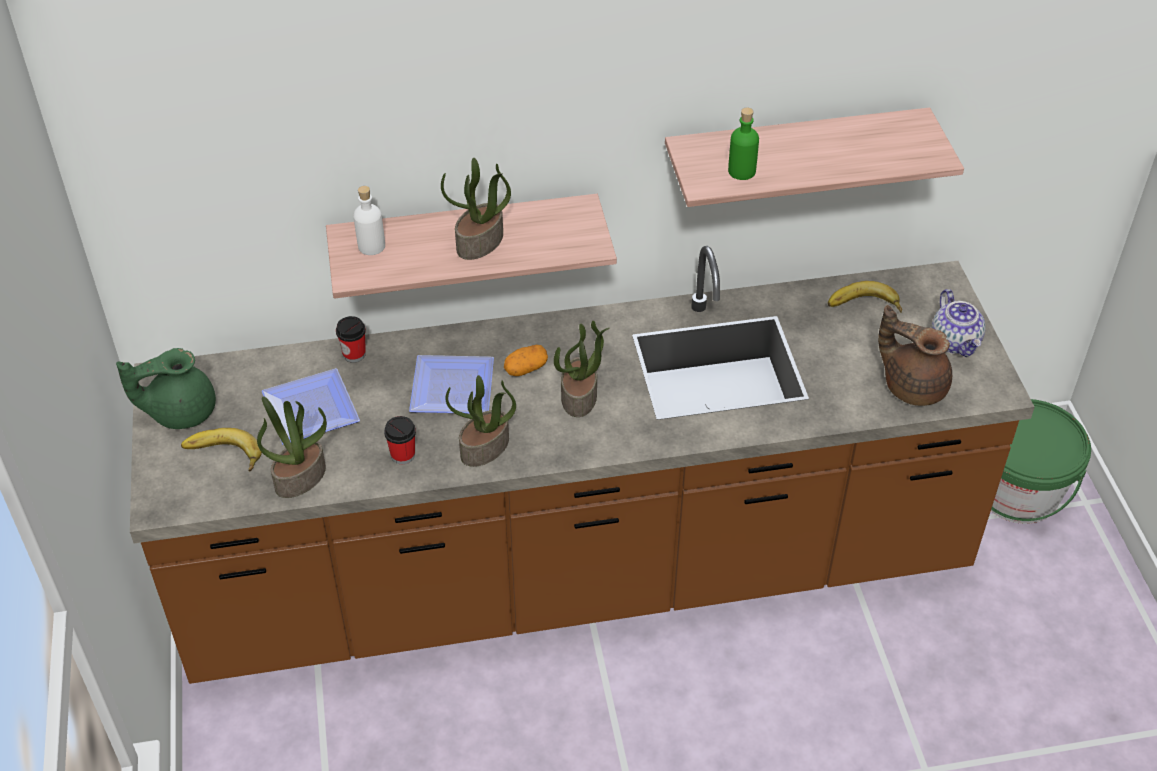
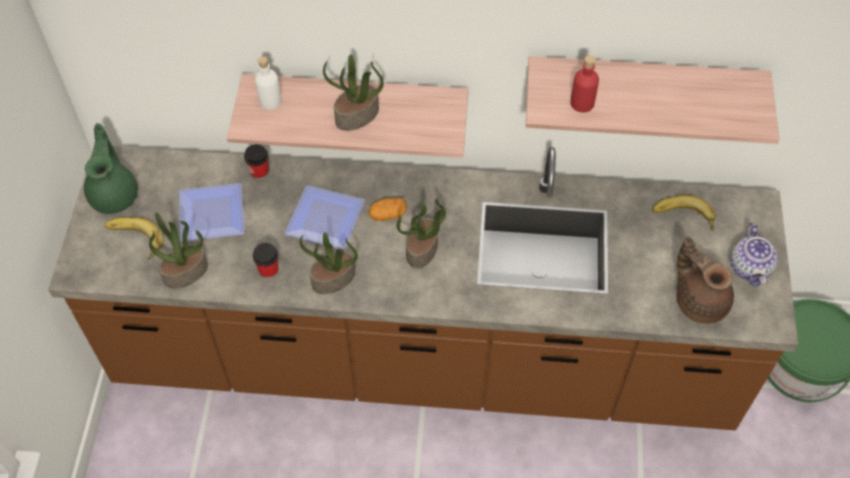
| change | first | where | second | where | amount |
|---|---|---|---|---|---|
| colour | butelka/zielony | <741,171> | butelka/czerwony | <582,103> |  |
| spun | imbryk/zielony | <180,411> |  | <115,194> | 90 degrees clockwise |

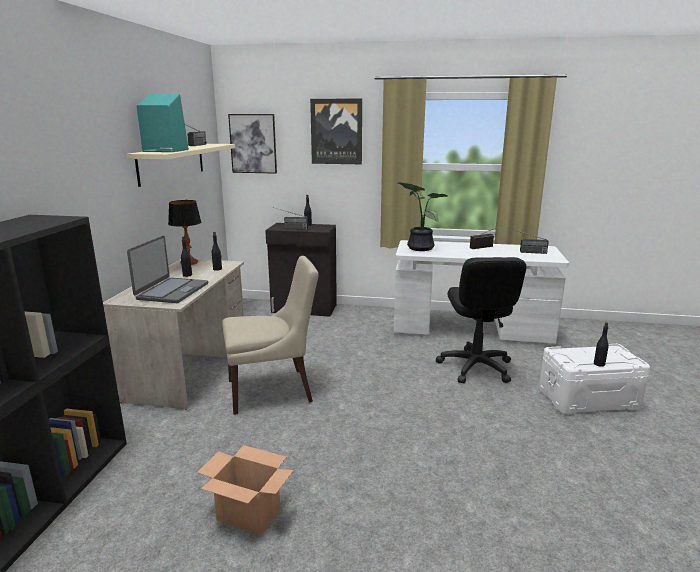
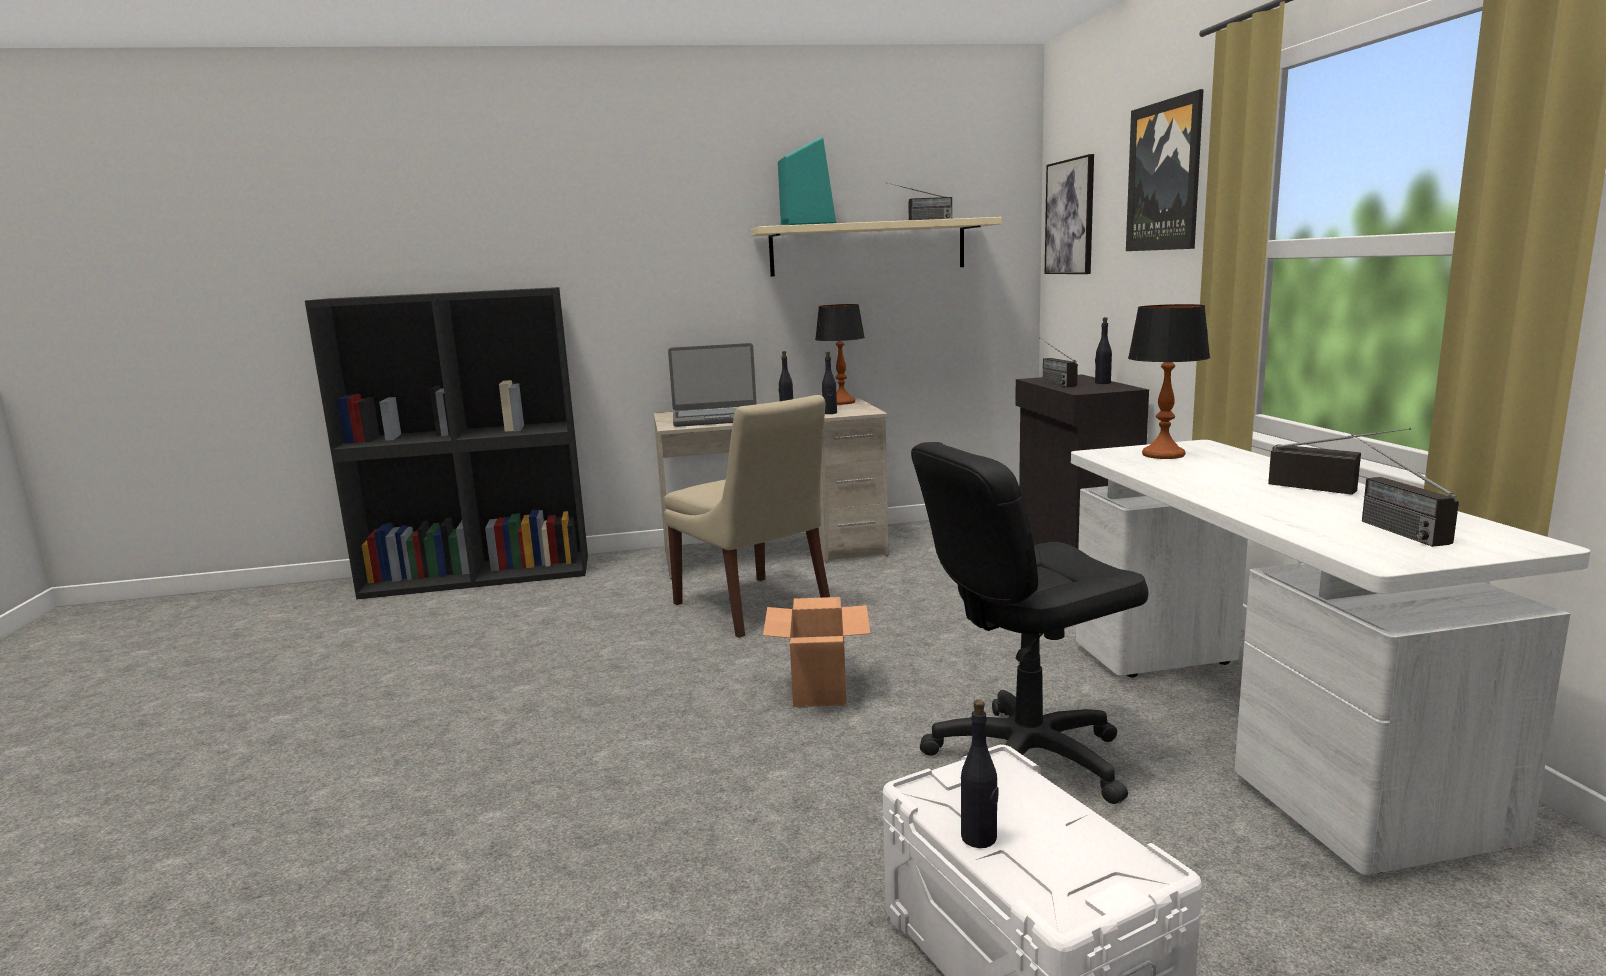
| change | first | where | second | where | amount |
|---|---|---|---|---|---|
| exchanged | roślina doniczkowa | <418,248> | lampa stołowa | <1163,454> |  |
| relocated | karton | <248,515> |  | <819,688> |  |

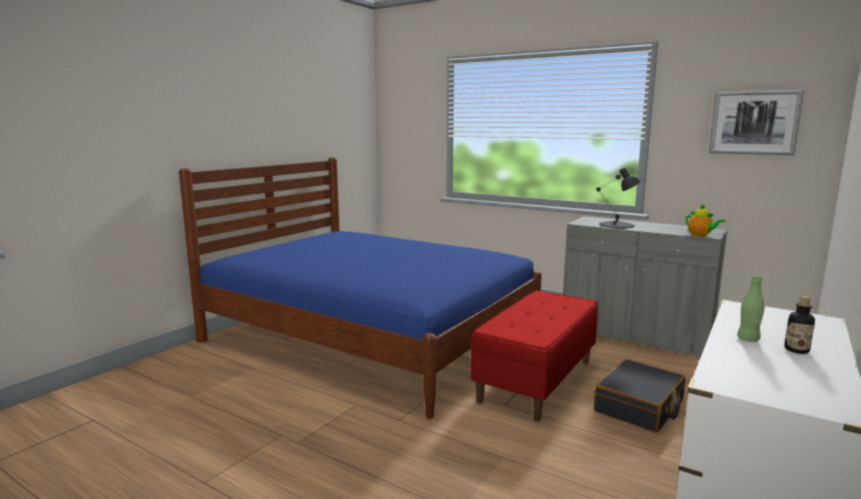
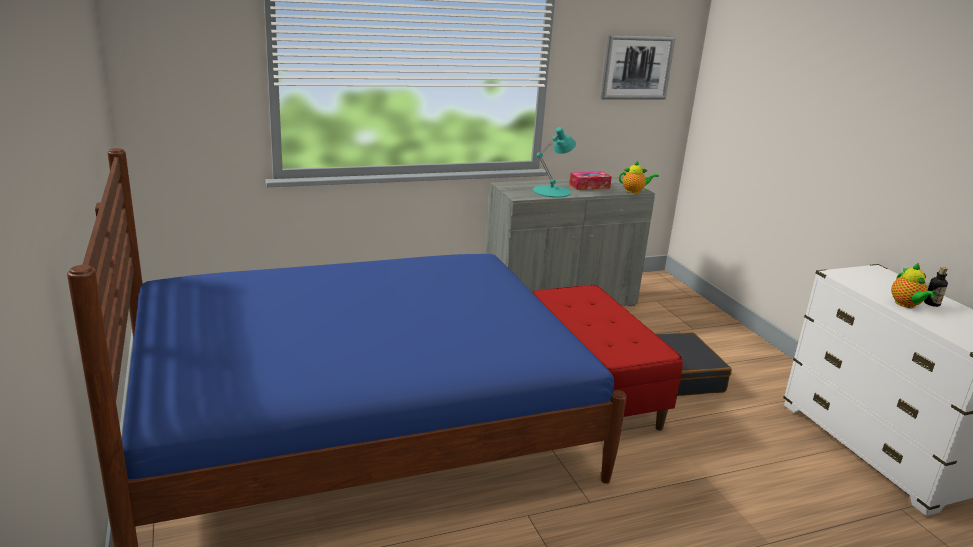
| change | first | where | second | where | amount |
|---|---|---|---|---|---|
| colour | lampa stołowa/czarny | <617,225> | lampa stołowa/turkusowy | <552,191> |  |
| exchanged | butelka/zielony | <748,339> | imbryk | <906,305> |  |
| appeared |  |  | pudełko chusteczek | <589,186> |  |

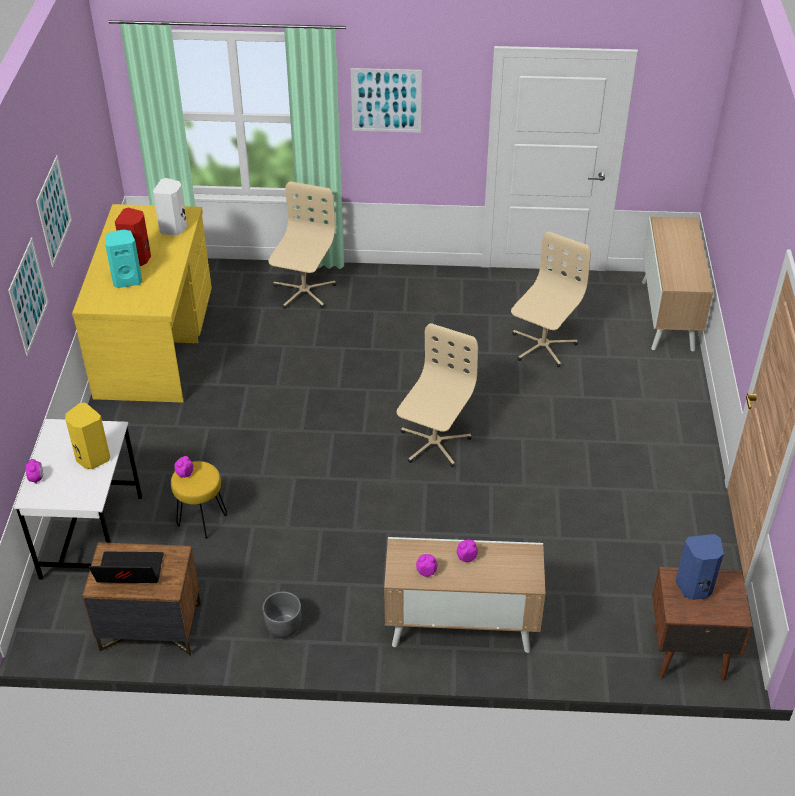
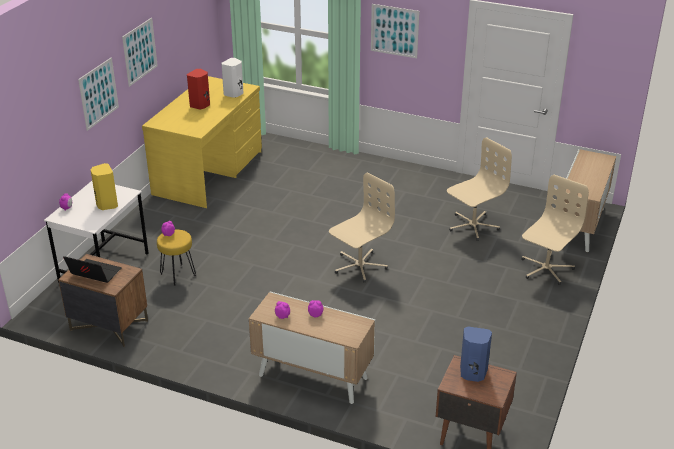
| change | first | where | second | where | amount |
|---|---|---|---|---|---|
| relocated | krzesło biurowe/beżowy | <303,292> |  | <545,269> |  |
| missing | głośnik/turkusowy | <127,280> |  |  |  |
| missing | donica/szary | <283,626> |  |  |  |

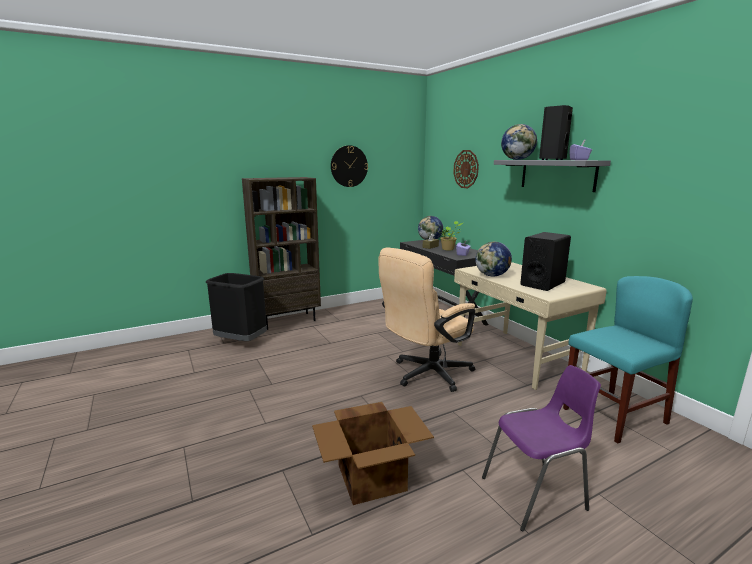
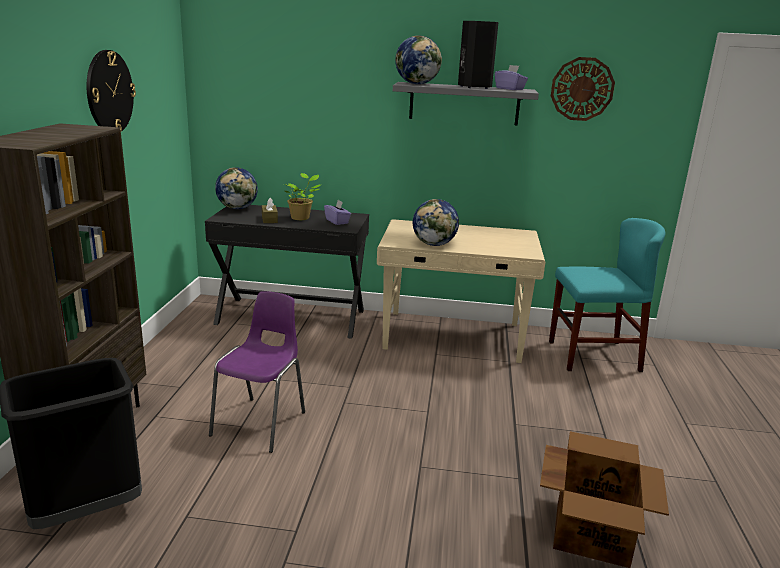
| change | first | where | second | where | amount |
|---|---|---|---|---|---|
| relocated | zegar ścienny | <466,169> |  | <582,89> |  |
| missing | głośnik/czarny | <542,284> |  |  |  |
| missing | krzesło biurowe/beżowy | <426,375> |  |  |  |
| spun | krzesło/turkusowy | <614,415> |  | <593,356> | 75 degrees clockwise |
| relocated | krzesło/fioletowy | <536,494> |  | <261,423> |  |

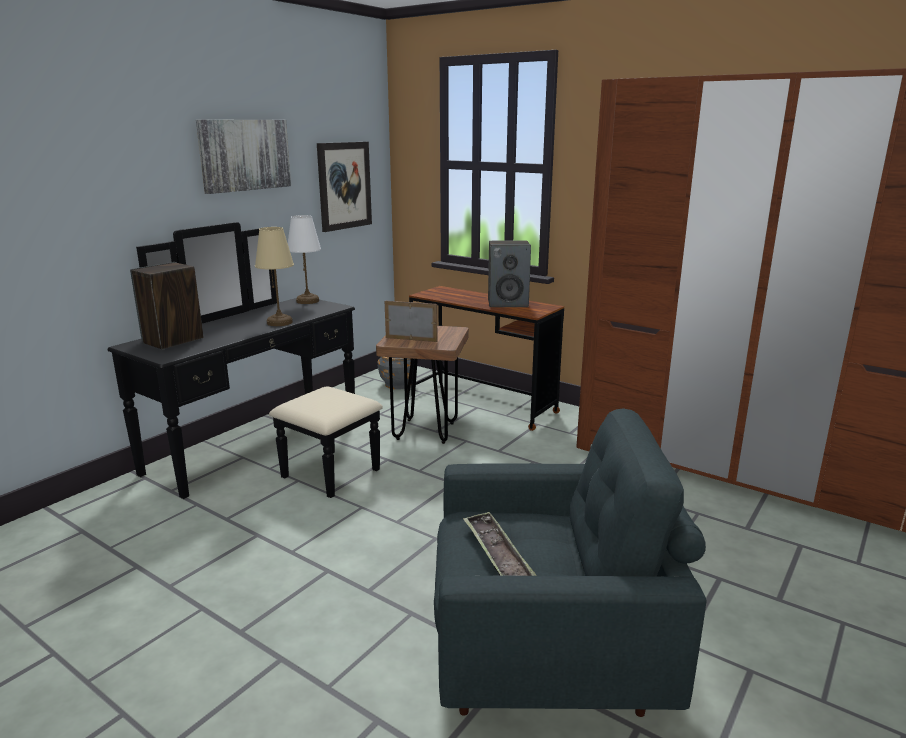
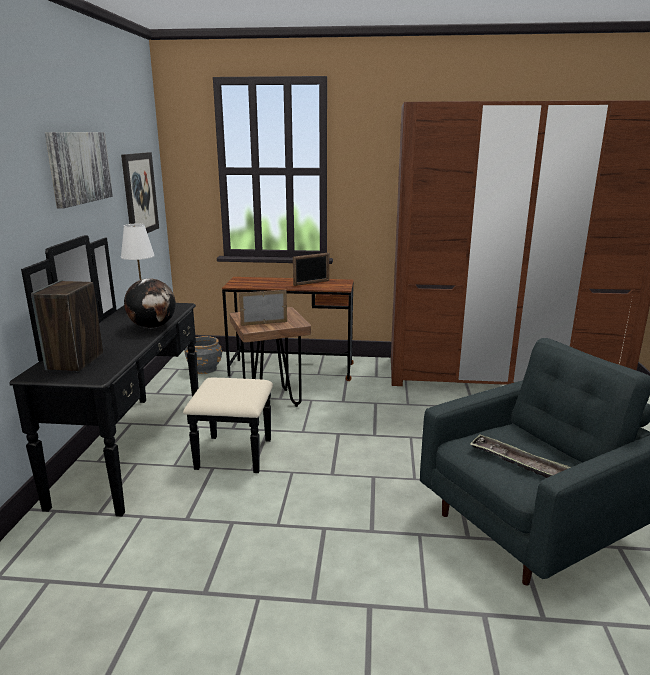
| change | first | where | second | where | amount |
|---|---|---|---|---|---|
| exchanged | lampa stołowa/beżowy | <280,322> | globus | <153,327> |  |
| exchanged | głośnik | <508,303> | ramka na zdjęcie | <311,283> |  |

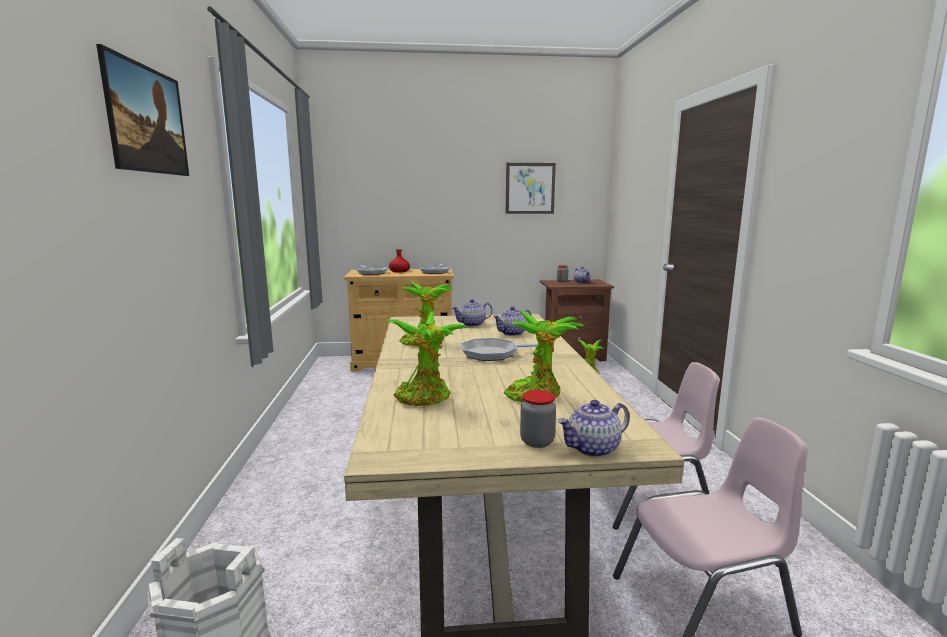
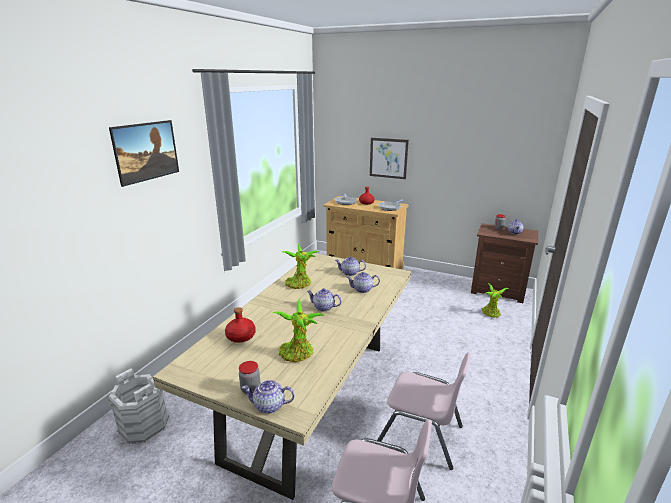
| change | first | where | second | where | amount |
|---|---|---|---|---|---|
| relocated | obraz | <530,188> |  | <388,158> |  |
| exchanged | roślina doniczkowa | <425,399> | butelka/czerwony | <241,336> |  |
| exchanged | patelnia | <493,354> | imbryk | <323,307> |  |

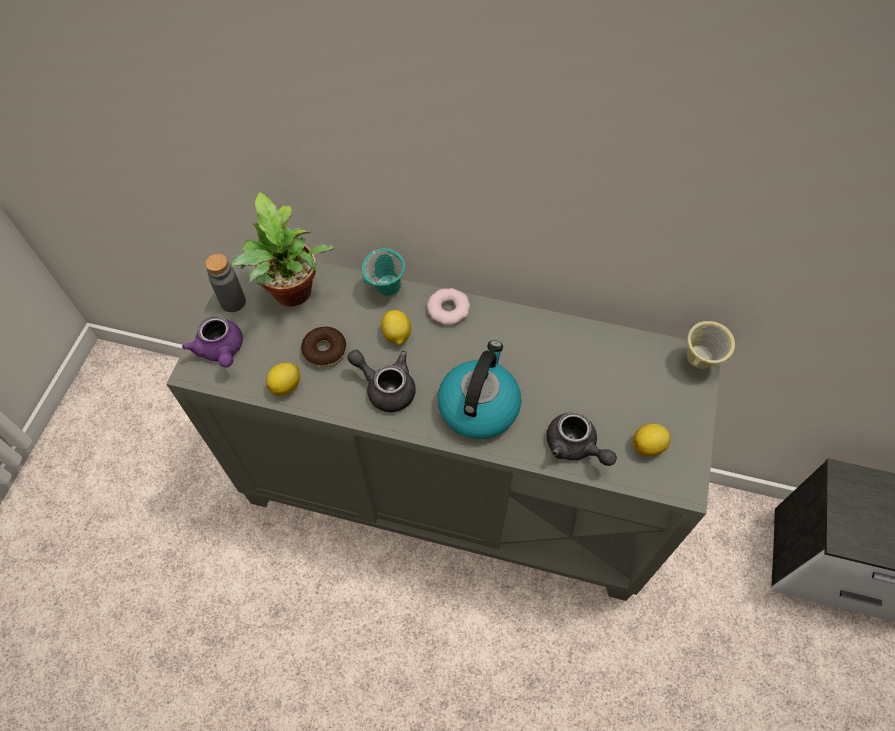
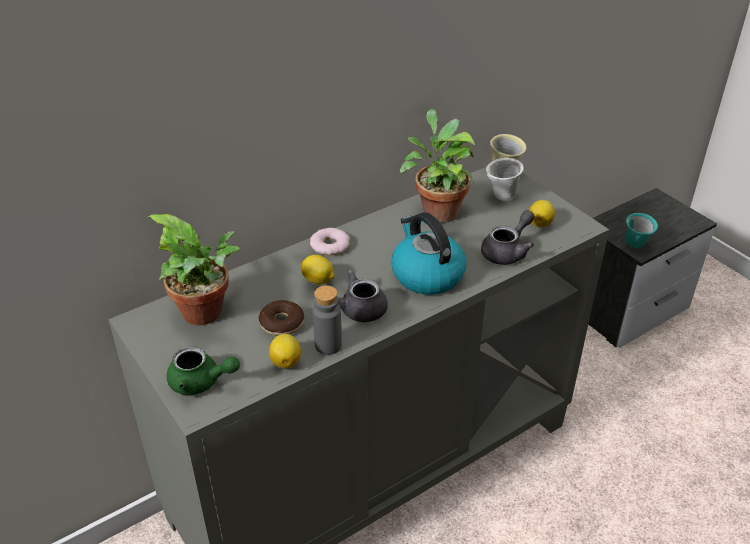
| change | first | where | second | where | amount |
|---|---|---|---|---|---|
| relocated | kubek/turkusowy | <386,291> |  | <636,246> |  |
| relocated | butelka/szary | <233,302> |  | <328,345> |  |
| colour | imbryk/fioletowy | <221,351> | imbryk/zielony | <201,382> |  |
| spun | imbryk/szary | <575,447> |  | <507,251> | 45 degrees counterclockwise |
| appeared |  |  | roślina doniczkowa | <437,210> |  |
| appeared |  |  | kubek/biały | <501,197> |  |

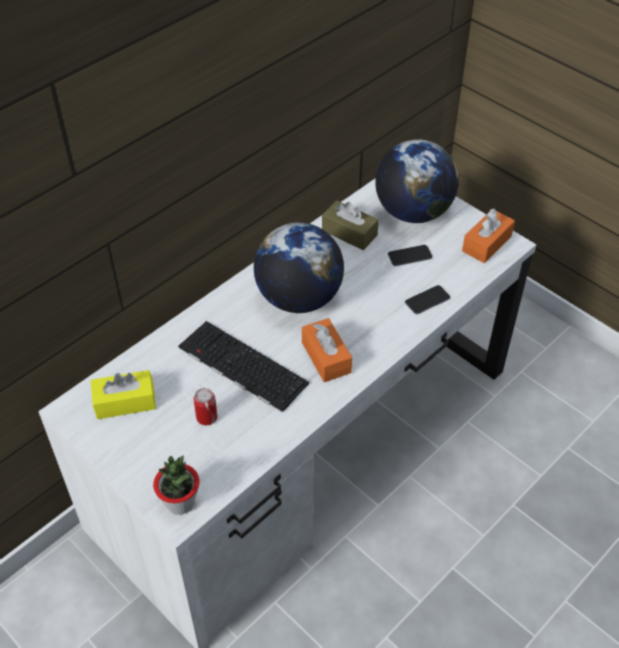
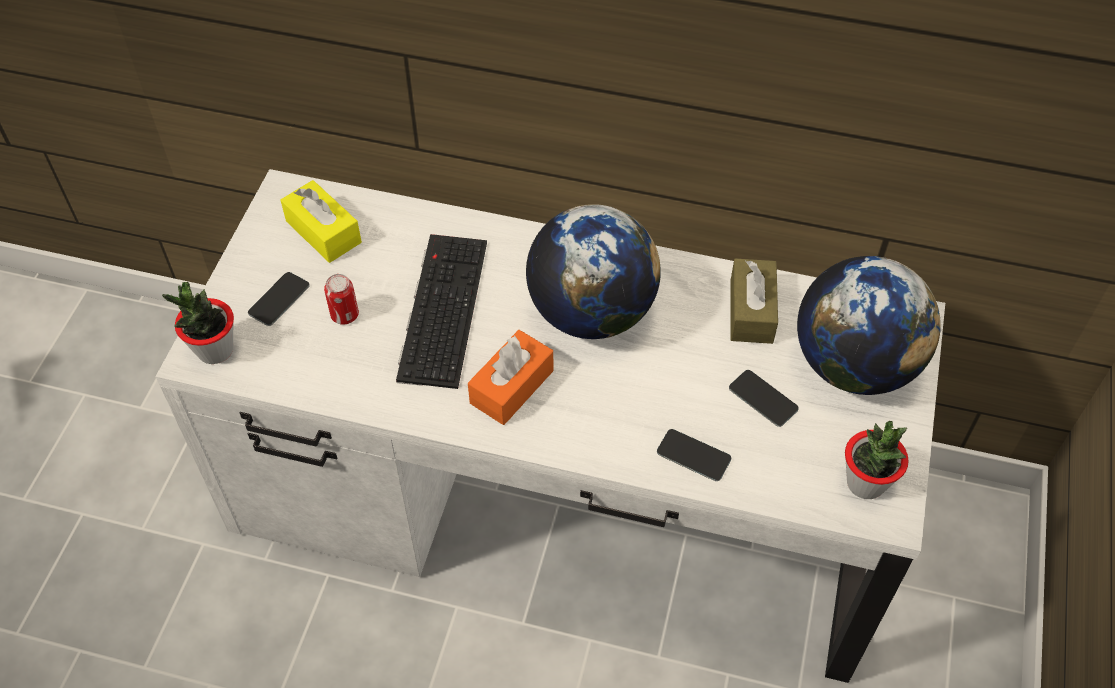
| change | first | where | second | where | amount |
|---|---|---|---|---|---|
| exchanged | pudełko chusteczek/pomarańczowy | <486,244> | roślina doniczkowa | <865,483> |  |
| appeared |  |  | telefon | <279,299> |  |

